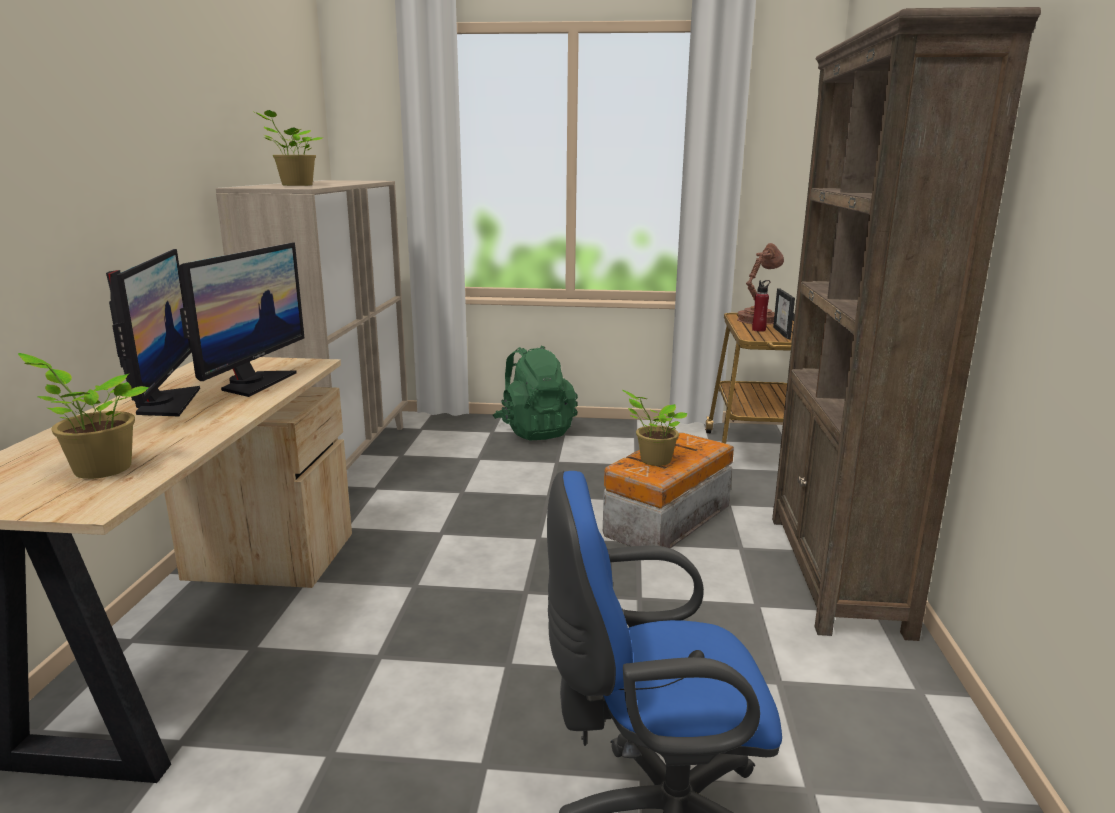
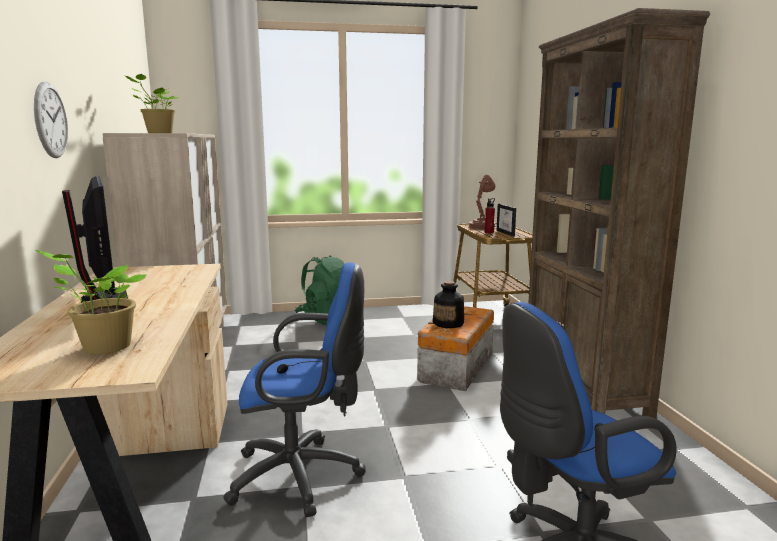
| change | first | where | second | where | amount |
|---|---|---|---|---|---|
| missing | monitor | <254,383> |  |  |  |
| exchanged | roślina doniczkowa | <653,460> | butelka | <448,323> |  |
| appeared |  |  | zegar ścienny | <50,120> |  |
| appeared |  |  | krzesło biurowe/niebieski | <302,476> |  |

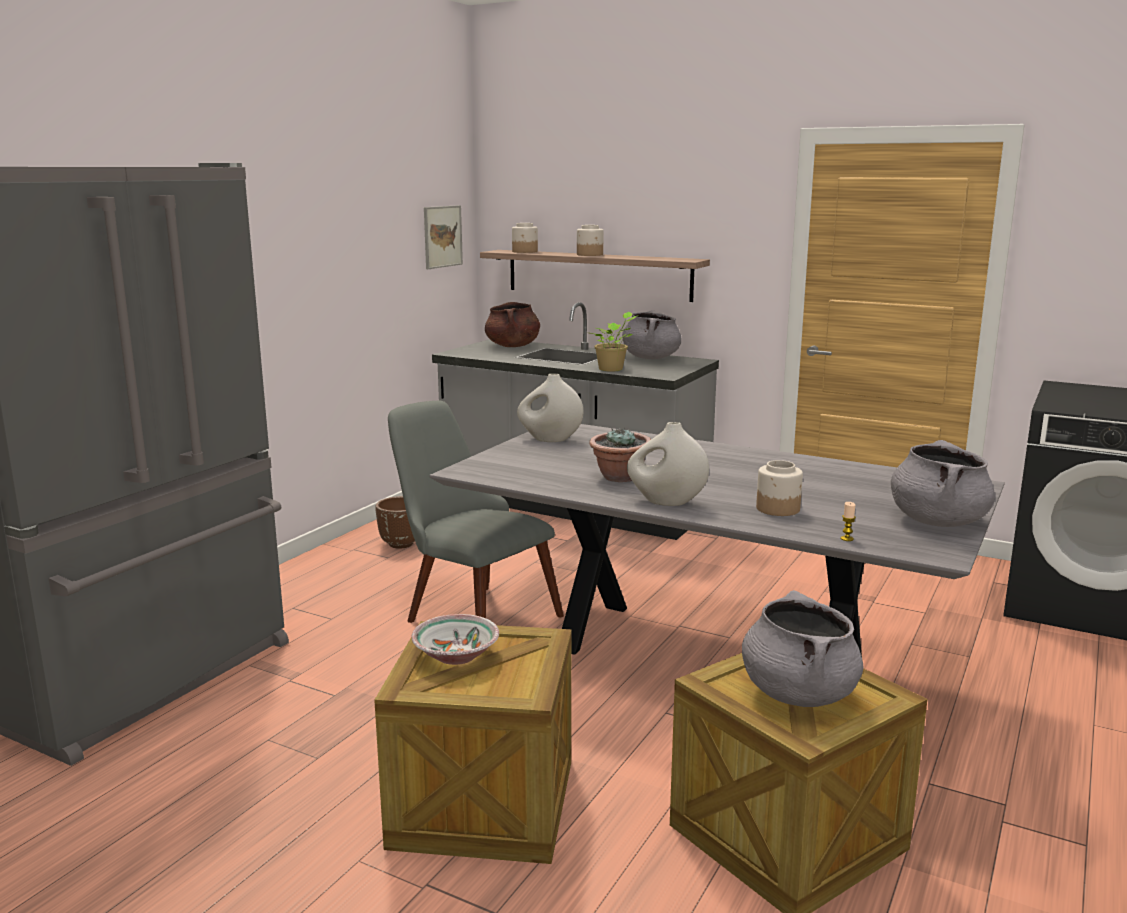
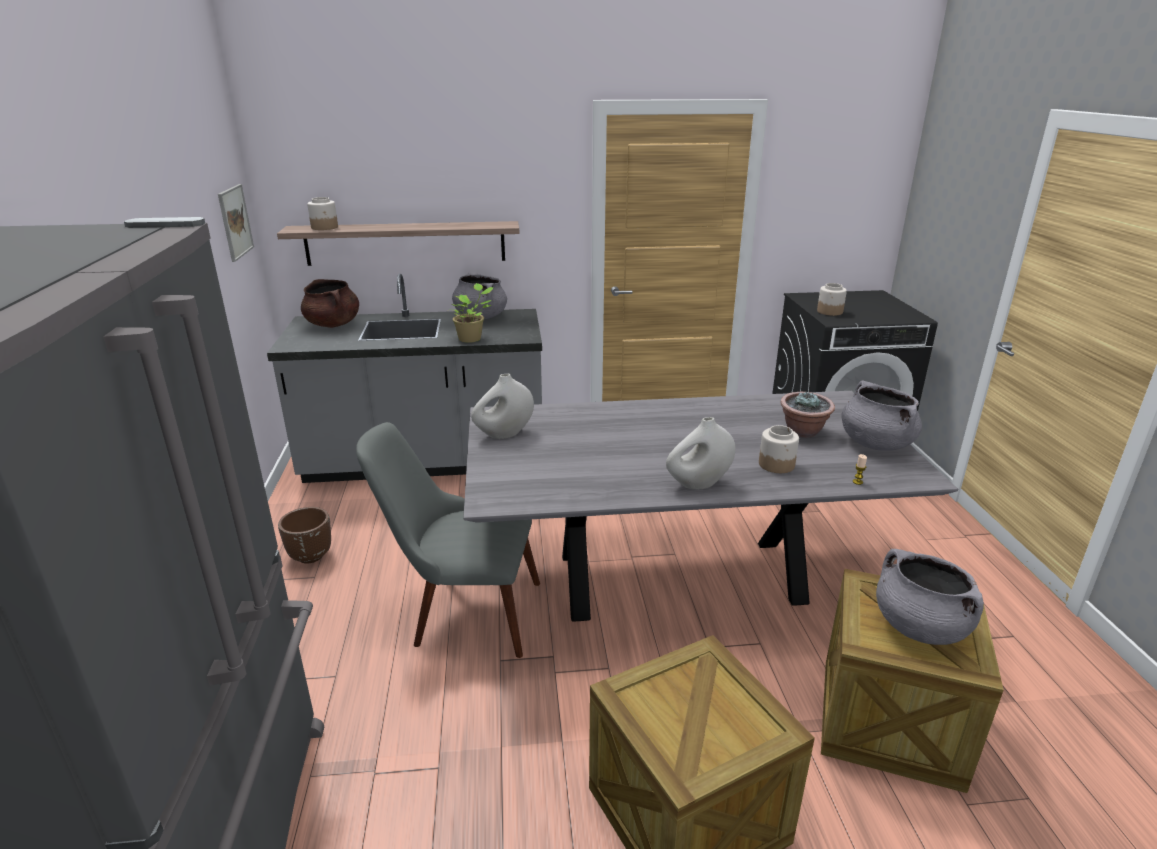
| change | first | where | second | where | amount |
|---|---|---|---|---|---|
| relocated | słoik | <590,255> |  | <830,311> |  |
| relocated | roślina doniczkowa | <620,477> |  | <803,432> |  |
| missing | miska | <455,656> |  |  |  |

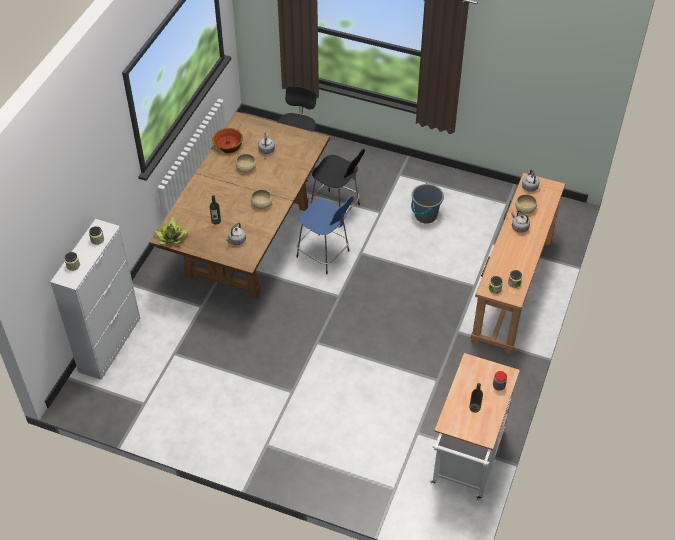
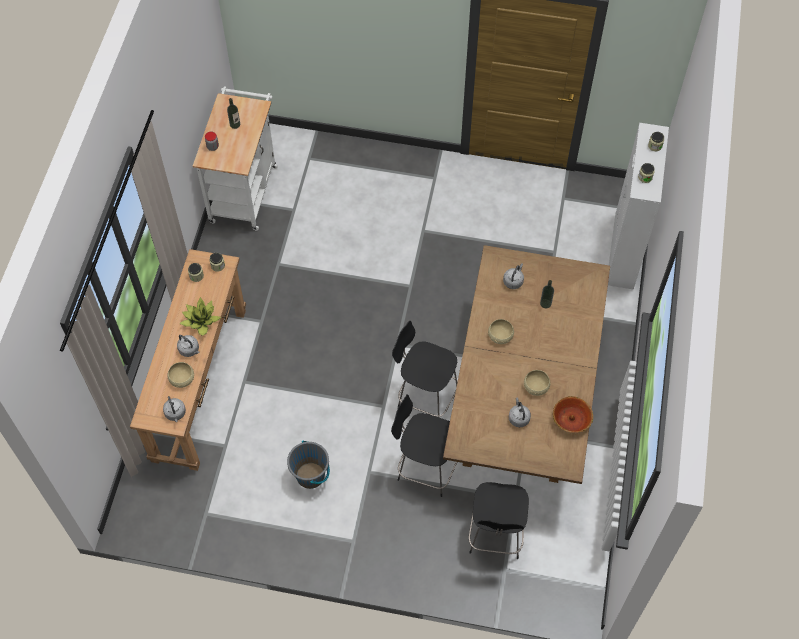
| change | first | where | second | where | amount |
|---|---|---|---|---|---|
| colour | stołek/niebieski | <324,255> | stołek/czarny | <425,396> |  |
| relocated | roślina doniczkowa | <172,237> |  | <201,321> |  |

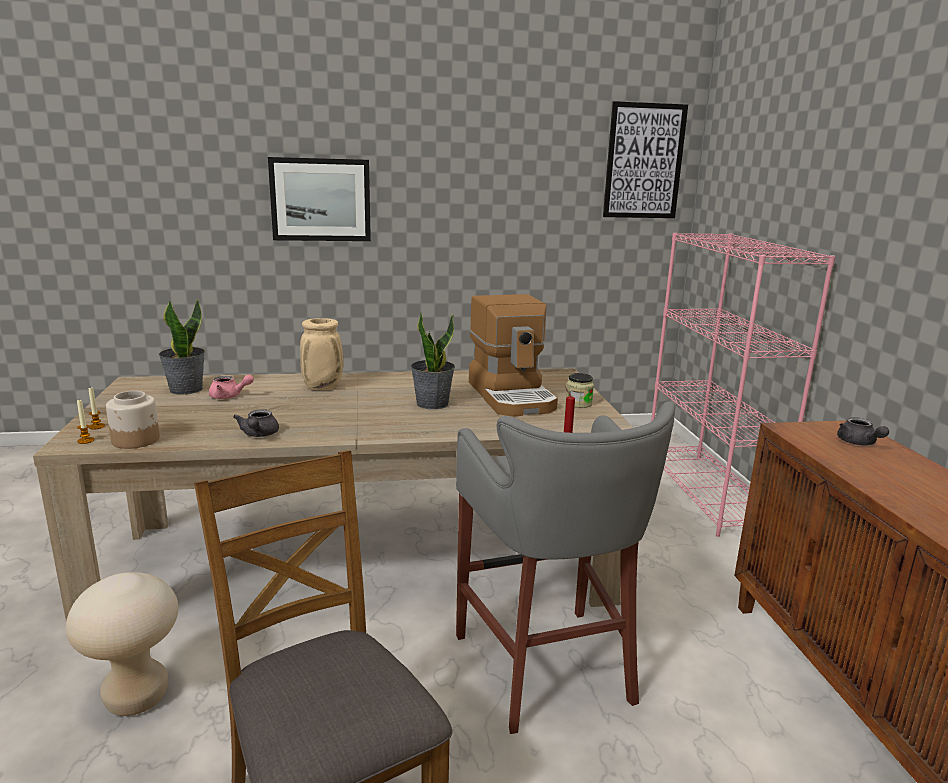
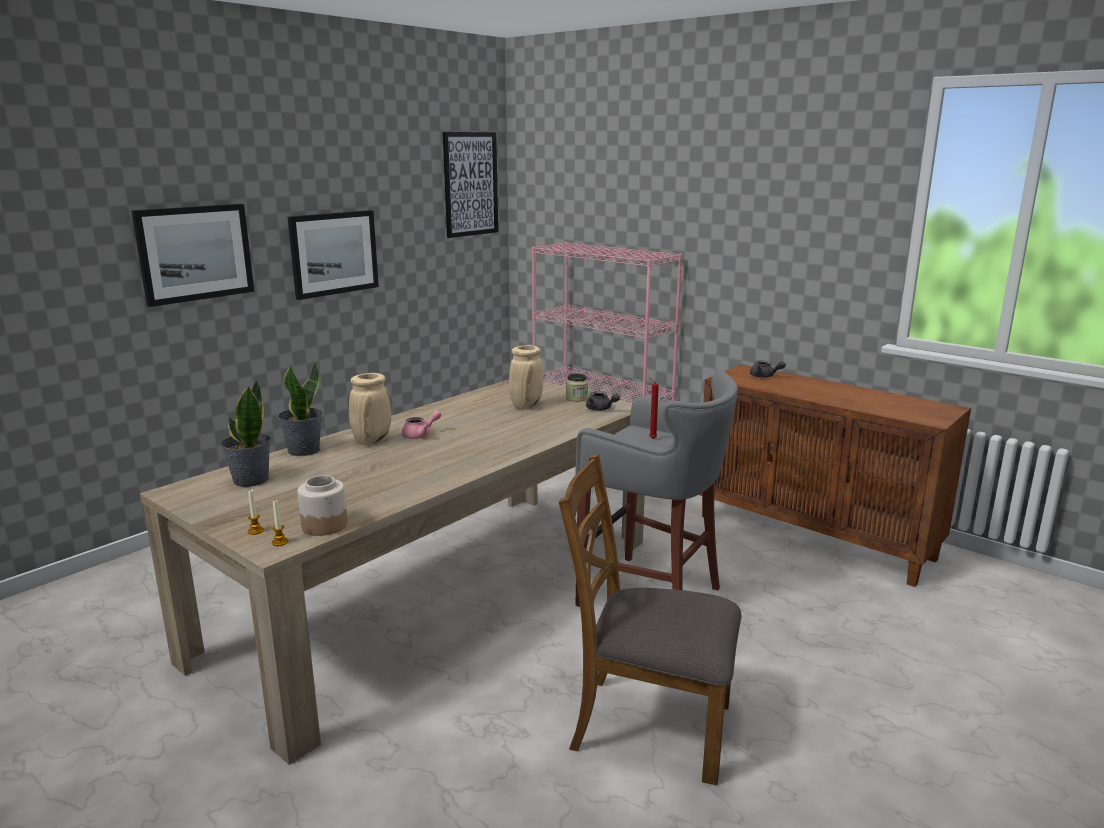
| change | first | where | second | where | amount |
|---|---|---|---|---|---|
| exchanged | ekspres do kawy | <513,396> | wazon/beżowy | <526,406> |  |
| relocated | roślina doniczkowa | <432,403> |  | <303,450> |  |
| relocated | imbryk/różowy | <229,396> |  | <420,435> |  |
| relocated | imbryk/szary | <258,435> |  | <601,409> |  |
| missing | stołek/beżowy | <137,698> |  |  |  |
| appeared |  |  | obraz | <334,253> |  |

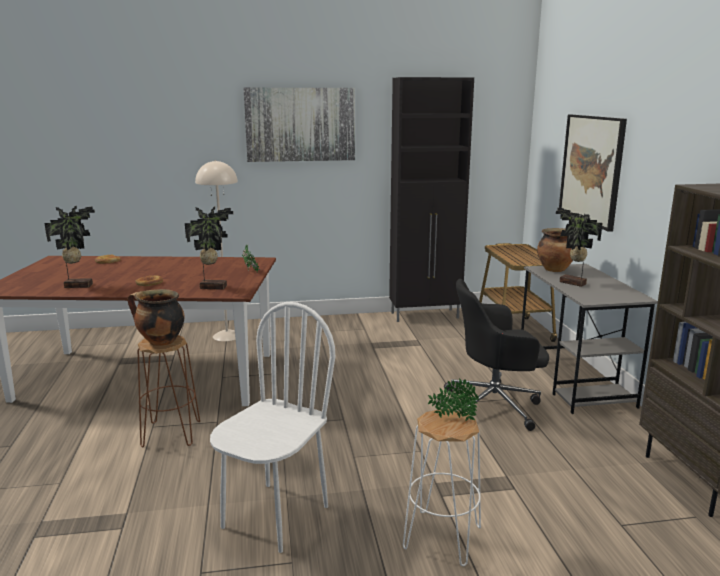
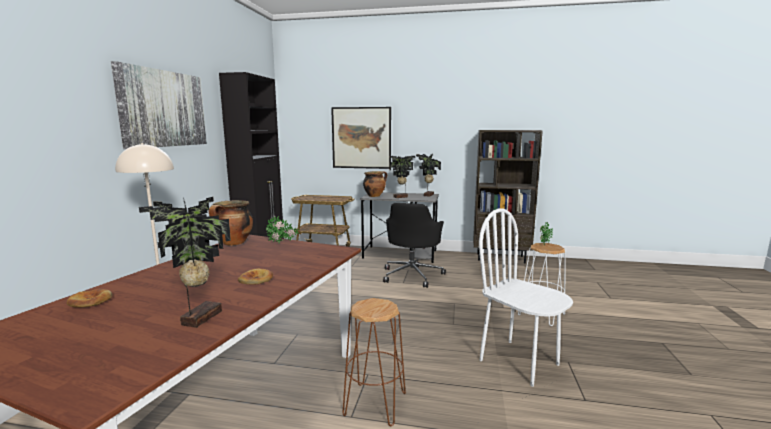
| change | first | where | second | where | amount |
|---|---|---|---|---|---|
| relocated | roślina doniczkowa | <213,287> |  | <427,195> |  |
| relocated | garnek | <160,342> |  | <233,243> |  |

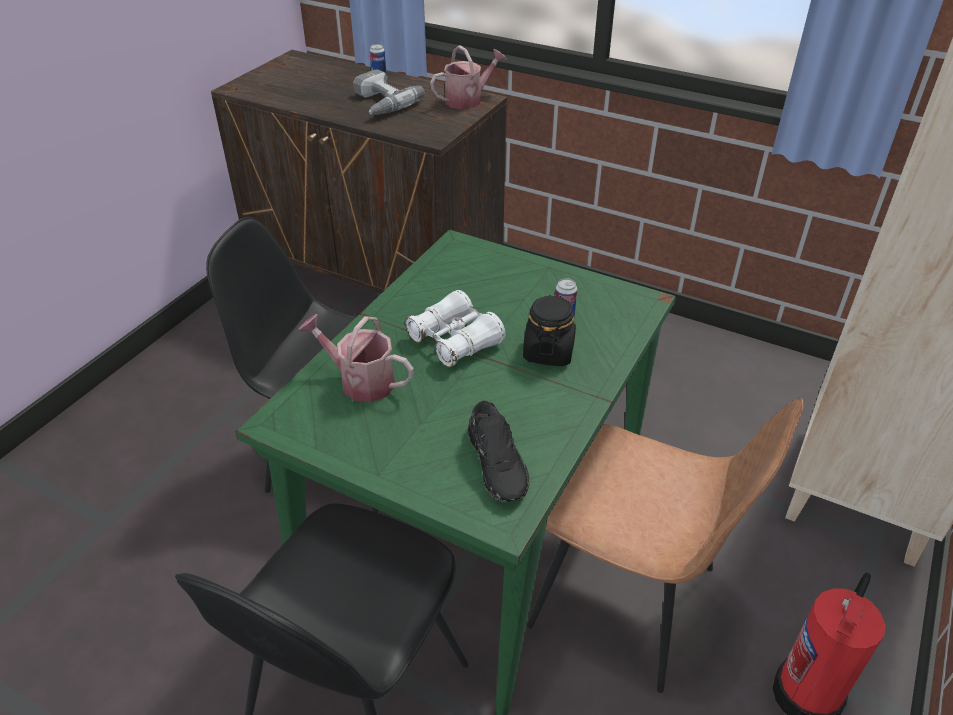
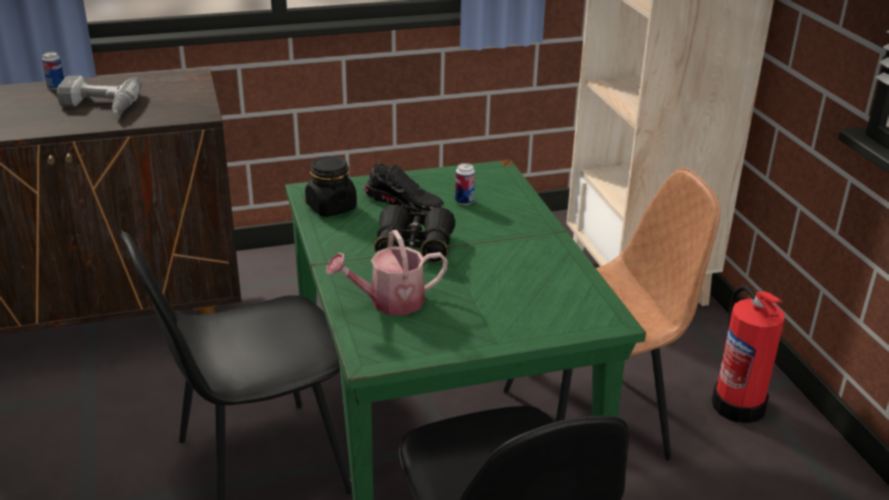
| change | first | where | second | where | amount |
|---|---|---|---|---|---|
| missing | konewka | <468,99> |  |  |  |
| colour | lornetka/biały | <455,340> | lornetka/czarny | <414,247> |  |
| relocated | słoik/czarny | <548,351> |  | <331,207> |  |
| relocated | but/czarny | <498,463> |  | <404,203> |  |

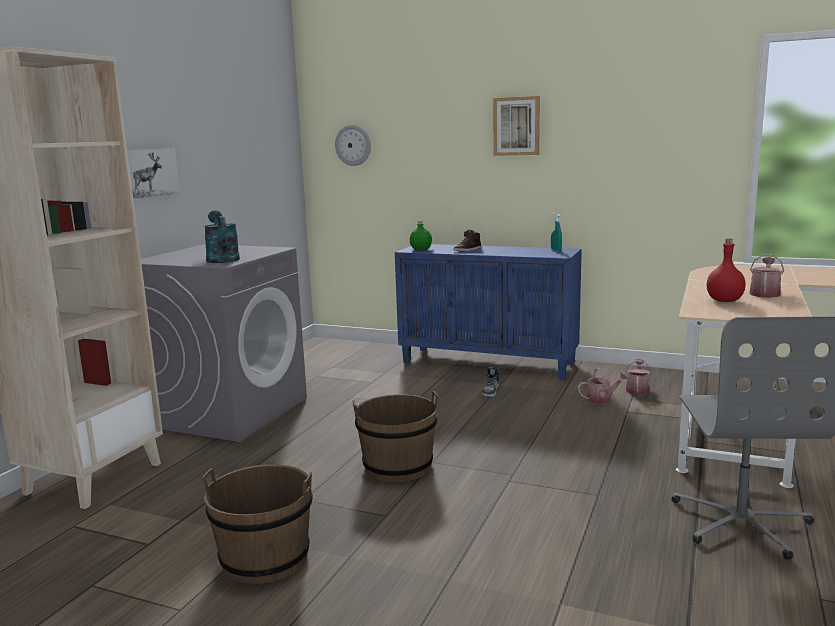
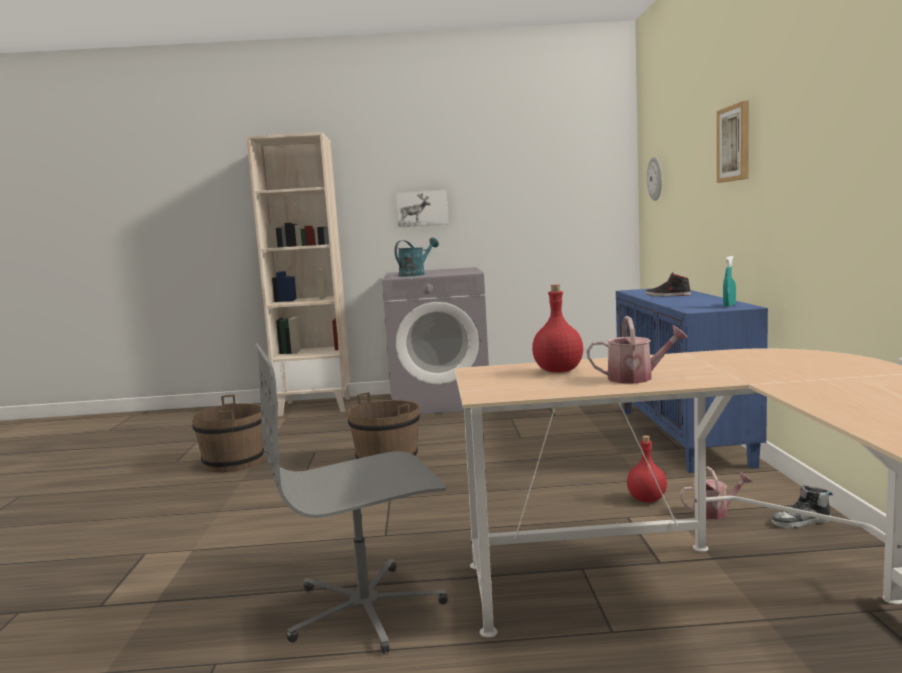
| change | first | where | second | where | amount |
|---|---|---|---|---|---|
| missing | butelka/zielony | <421,249> |  |  |  |
| relocated | but | <491,391> |  | <801,522> |  |
| exchanged | konewka | <602,400> | butelka/czerwony | <647,500> |  |

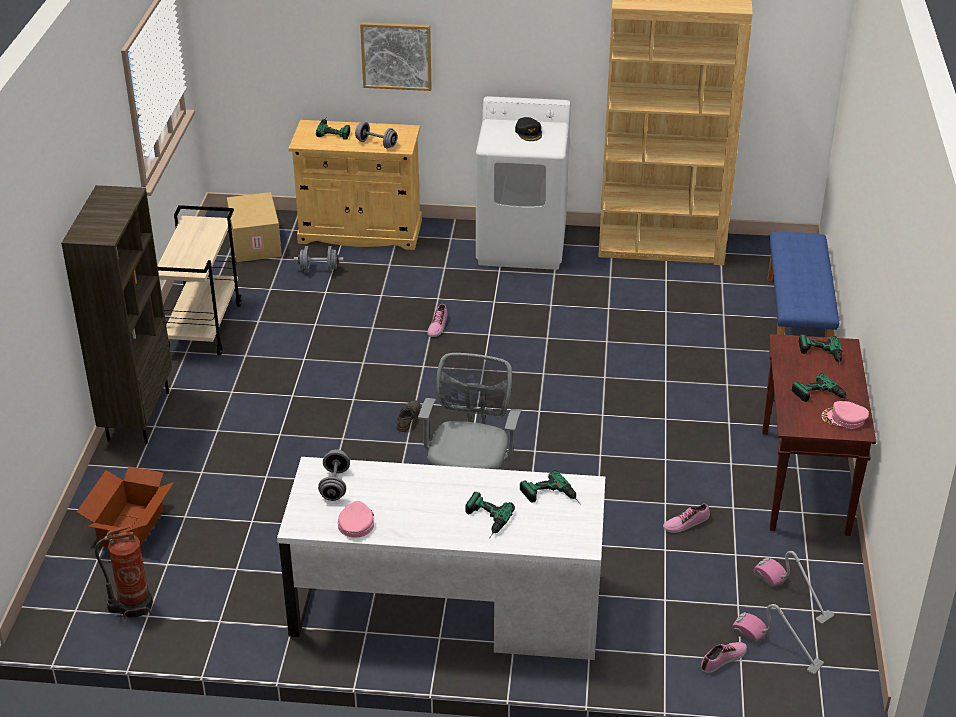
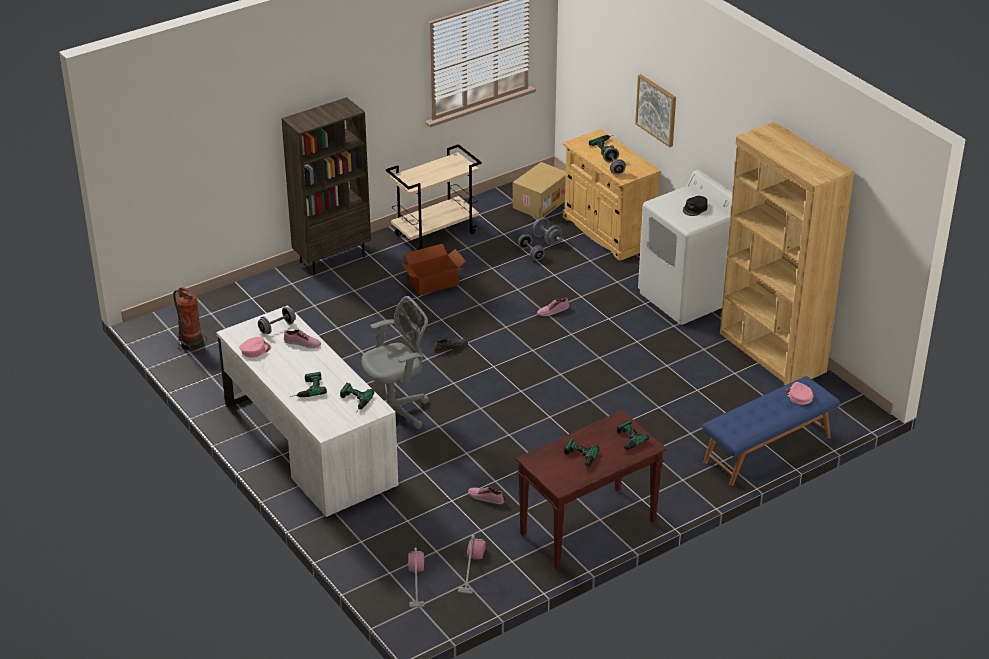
| change | first | where | second | where | amount |
|---|---|---|---|---|---|
| relocated | czapka z daszkiem/różowy | <844,419> |  | <799,396> |  |
| relocated | karton | <130,528> |  | <433,283> |  |
| relocated | but | <723,660> |  | <302,343> |  |
| appeared |  |  | hantel/szary | <530,253> |  |

